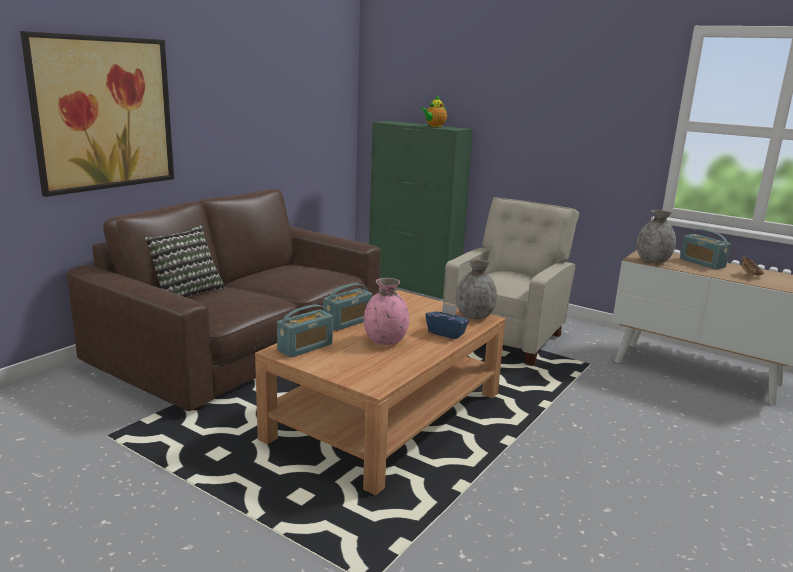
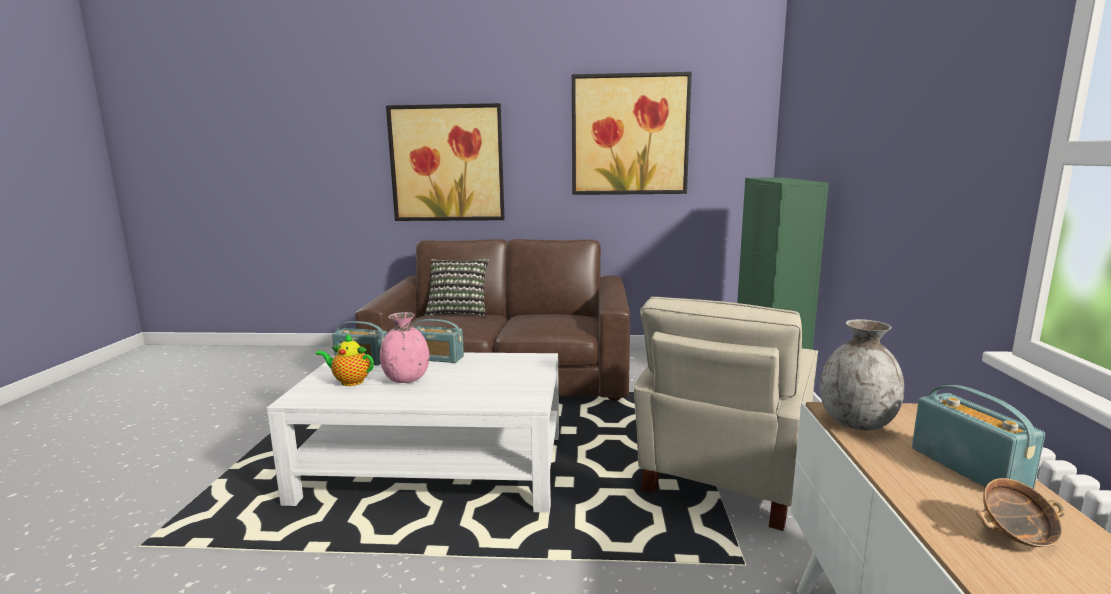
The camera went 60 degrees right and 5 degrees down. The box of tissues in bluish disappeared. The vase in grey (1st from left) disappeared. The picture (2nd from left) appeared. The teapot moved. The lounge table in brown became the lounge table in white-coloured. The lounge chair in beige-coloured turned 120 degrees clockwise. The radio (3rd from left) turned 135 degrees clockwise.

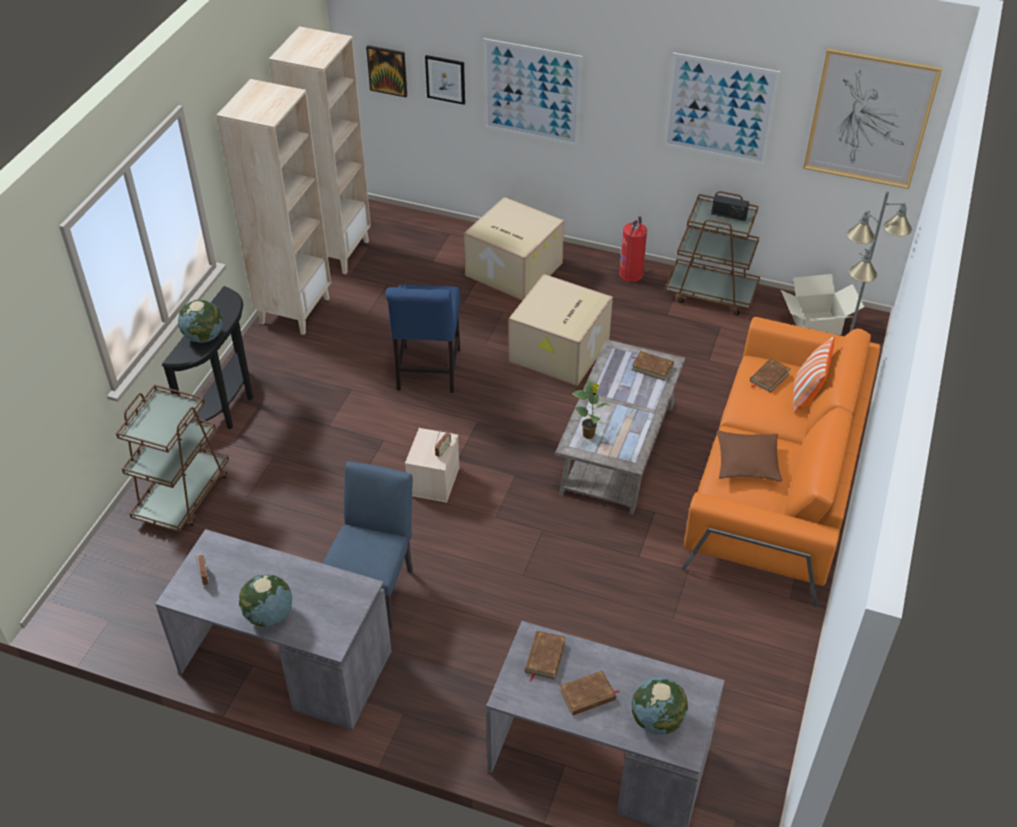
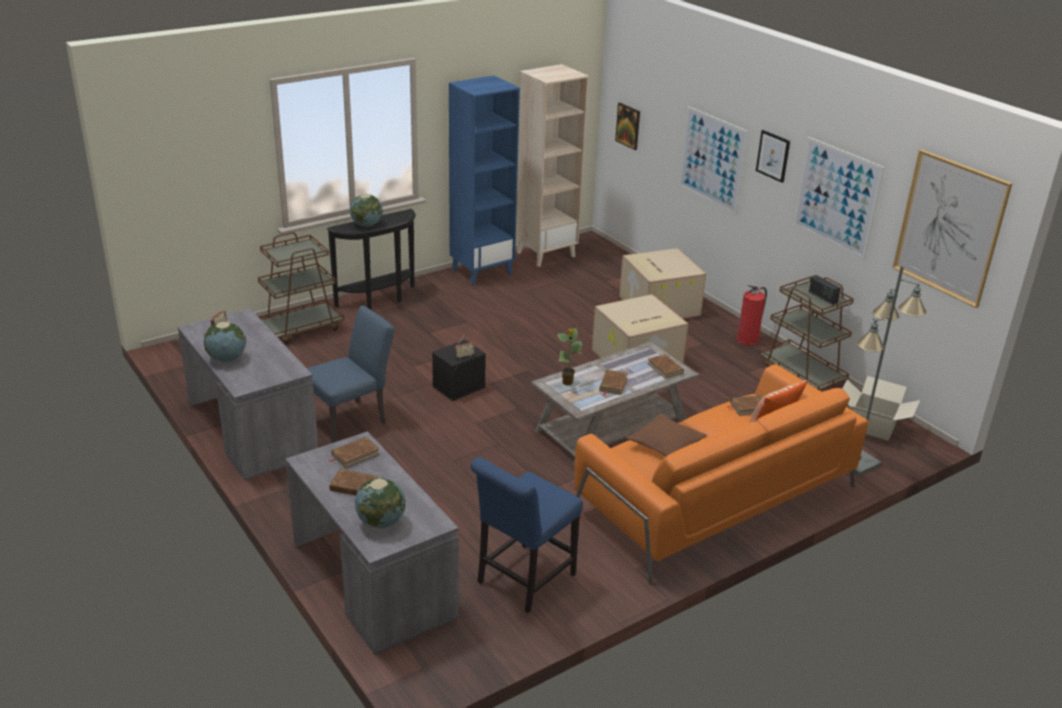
The camera went 35 degrees right and 15 degrees down. The book in brown (3rd from left) appeared. The chair in bluish (2nd from left) moved. The picture (2nd from left in the first image) moved. The bookshelf in beige-coloured (1st from left) became the bookshelf in bluish. The storage container in beige-coloured became the storage container in black-coloured.

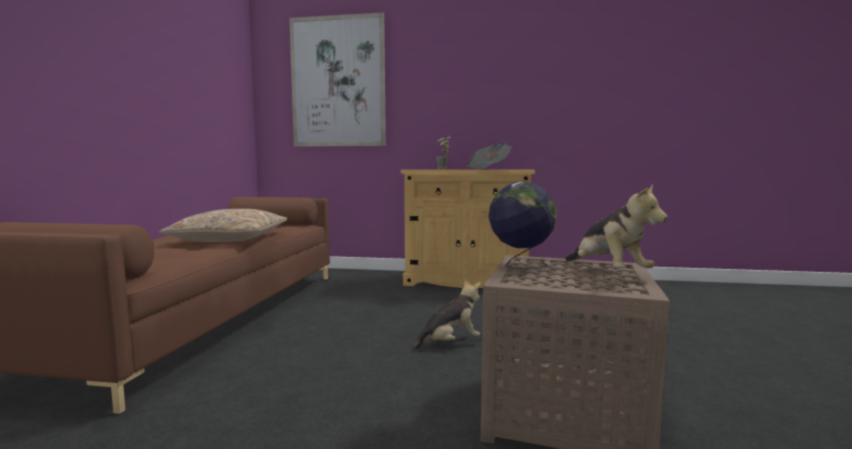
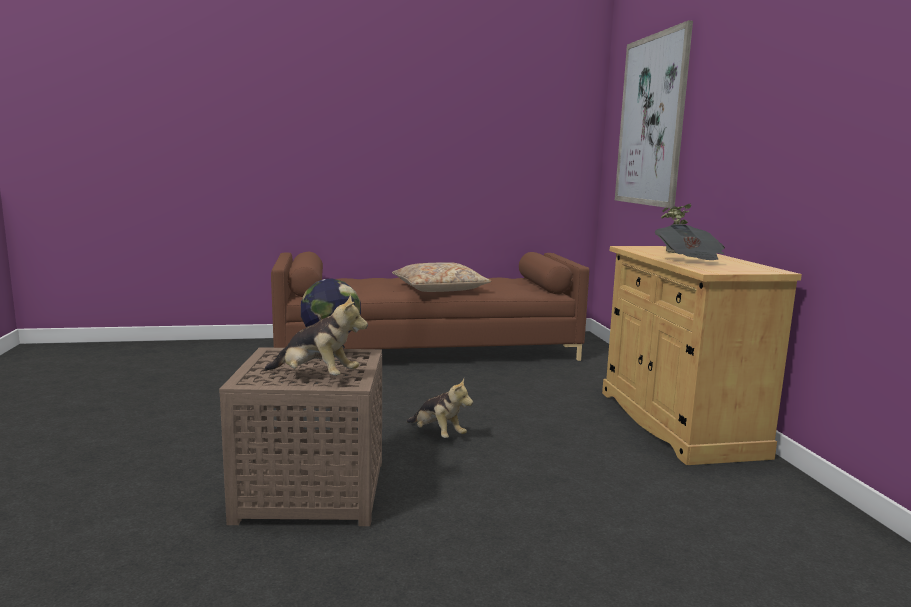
The camera went 70 degrees right and 5 degrees up. The soft toy (2nd from left in the first image) turned 120 degrees counterclockwise.

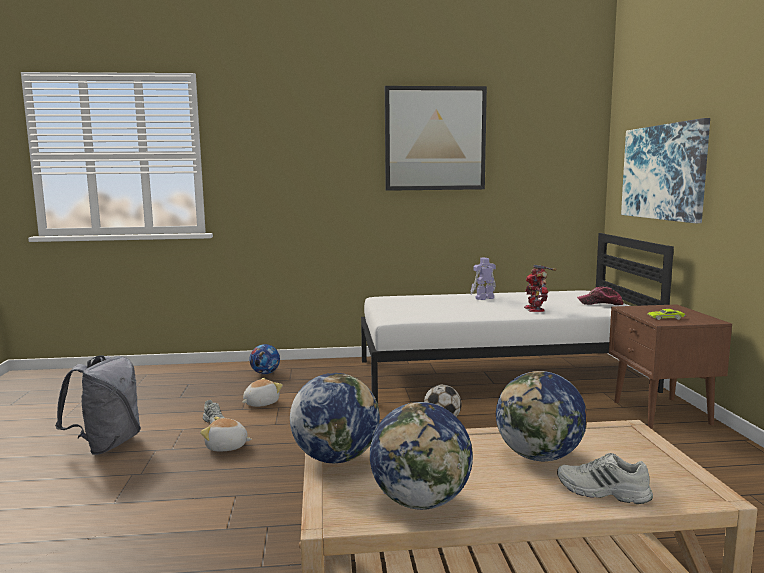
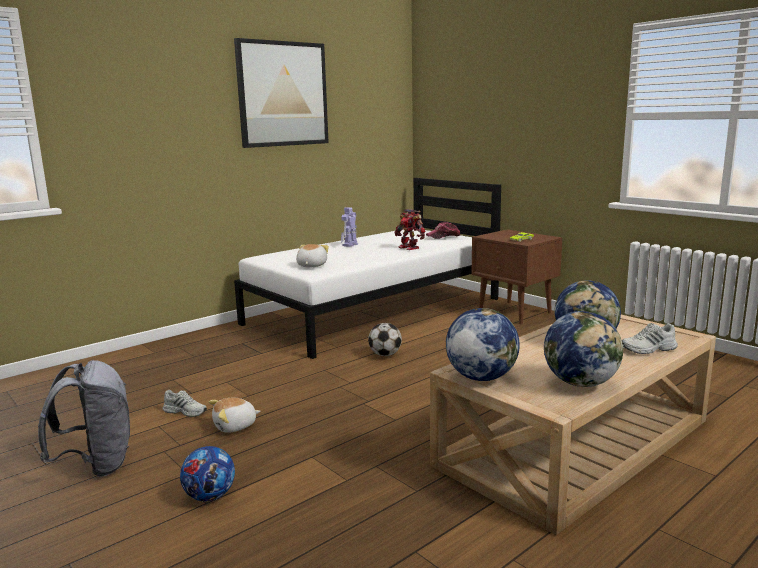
The camera went 35 degrees left and 5 degrees up. The picture (2nd from left) disappeared. The soft toy (2nd from left) moved. The football ball (1st from left) moved.

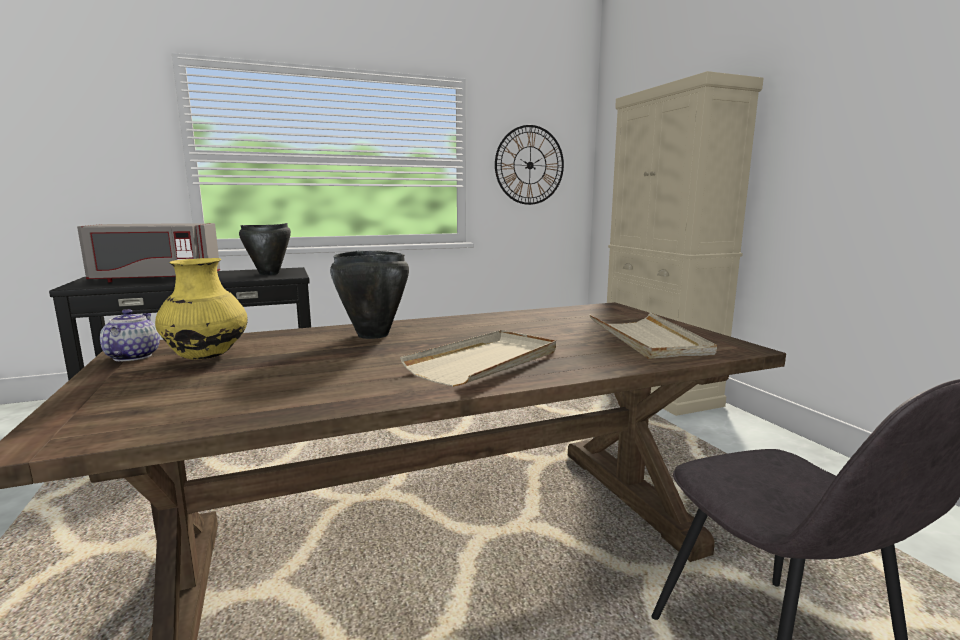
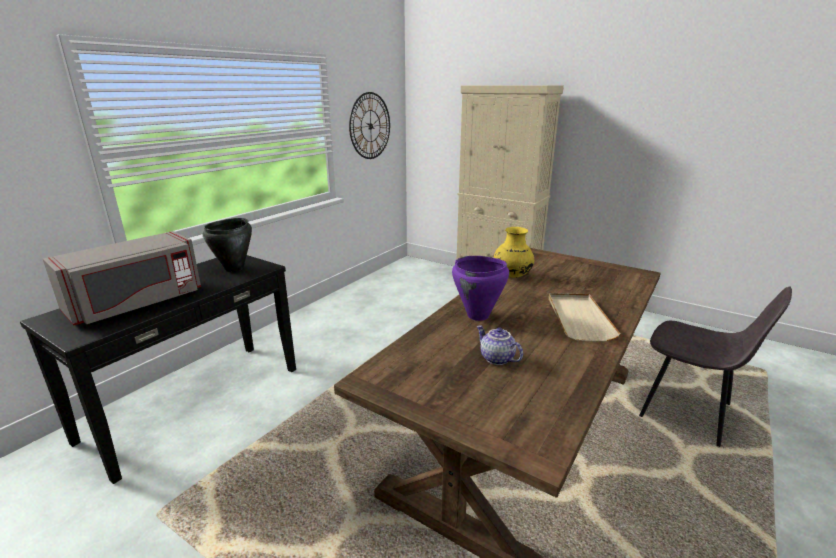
The camera went 35 degrees left and 10 degrees up. The carrying tray in beige-coloured (2nd from left) disappeared. The teapot moved. The vase in yellowish moved. The stockpot in black-coloured (2nd from left) became the stockpot in purplish.

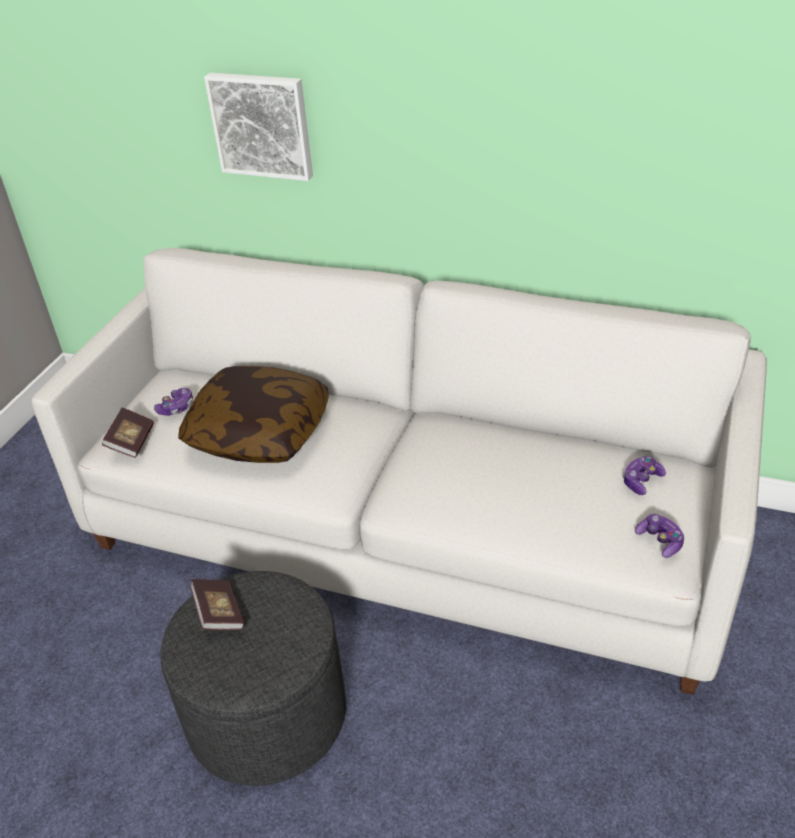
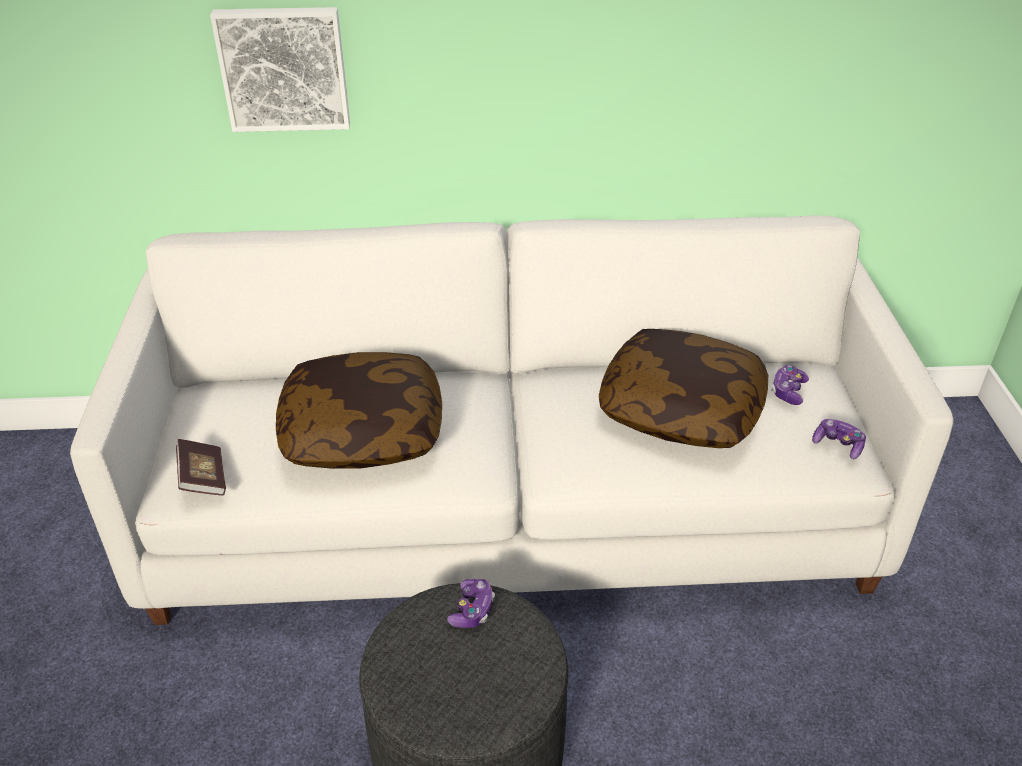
The camera went 25 degrees left and 0 degrees up. The book (2nd from left) disappeared. The pillow (2nd from left) appeared. The game controller (1st from left) moved.

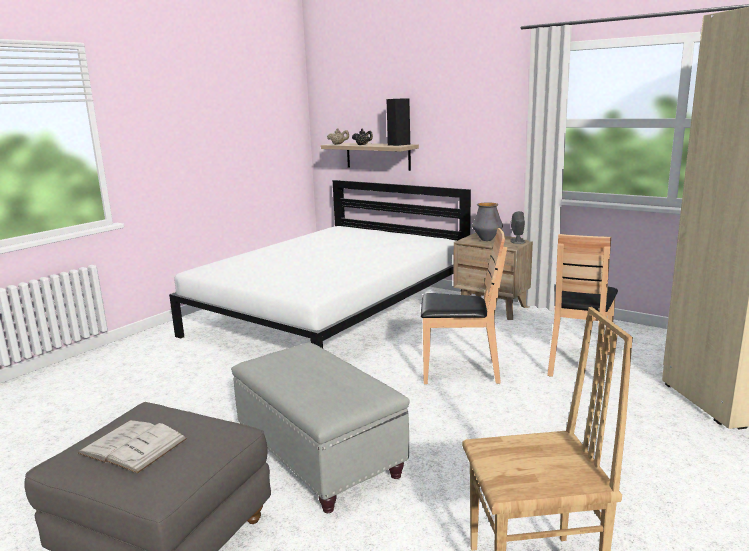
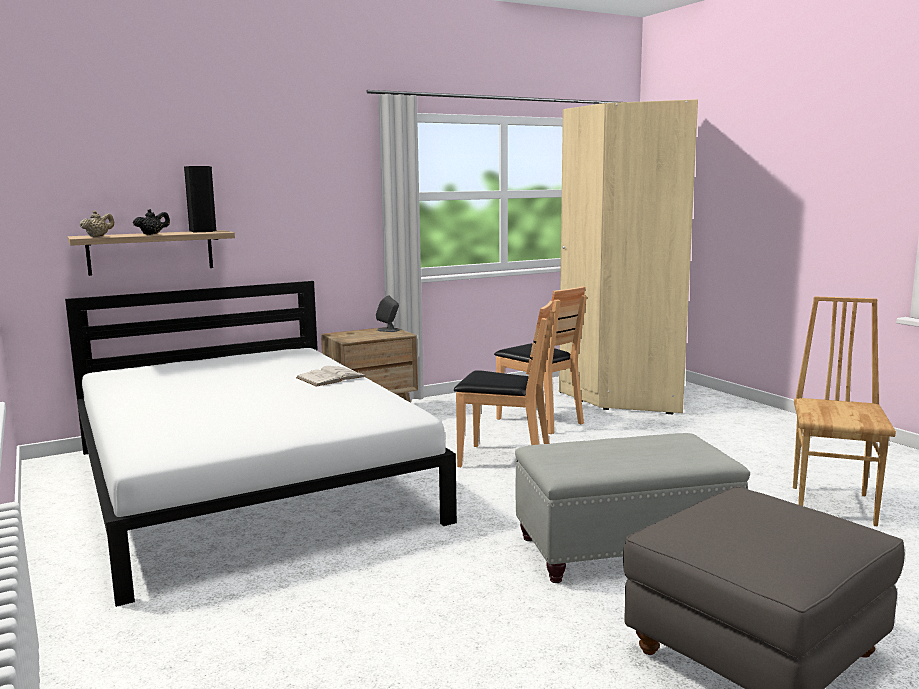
The camera went 65 degrees left and 5 degrees down. The vase disappeared. The book in white-coloured moved. The chair in brown (1st from left) turned 75 degrees clockwise.

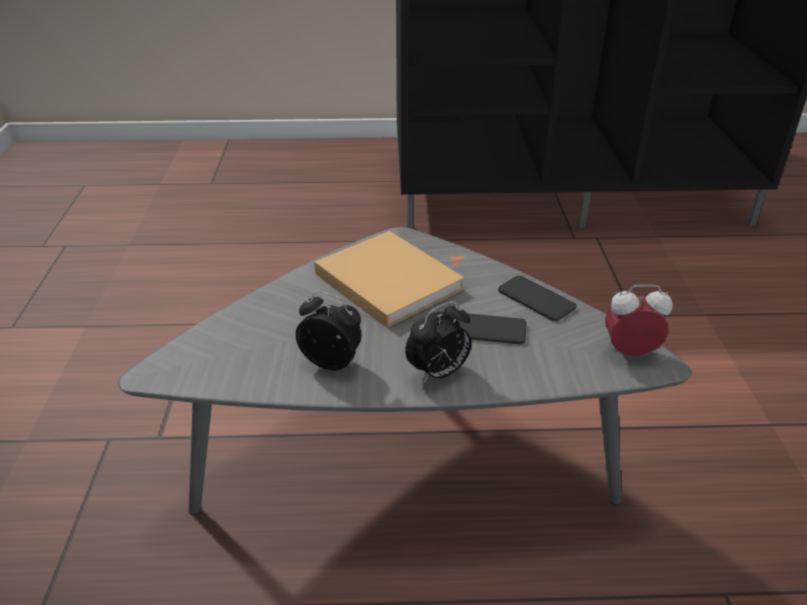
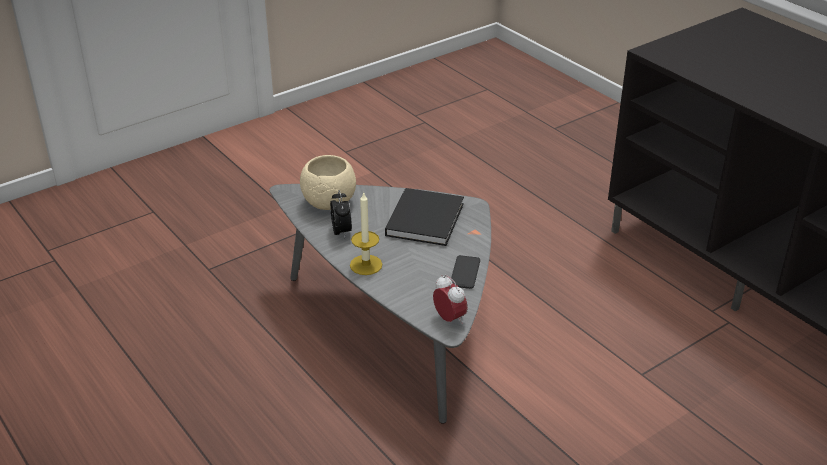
The camera went 55 degrees right and 0 degrees up. The telephone (1st from left) disappeared. The serving bowl in beige-coloured appeared. The alarm clock (2nd from left) was replaced by the wax candle. The book in beige-coloured became the book in black-coloured.

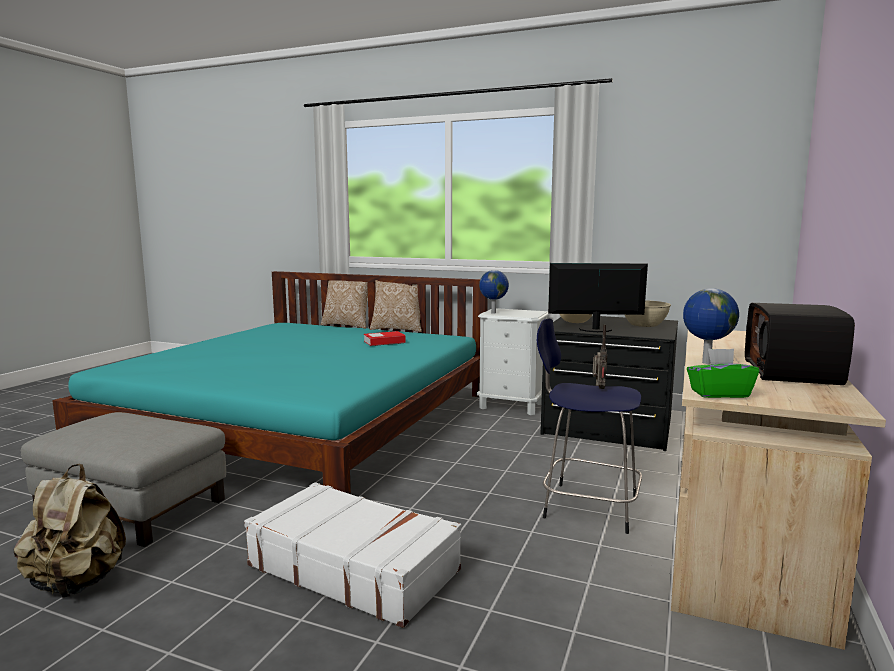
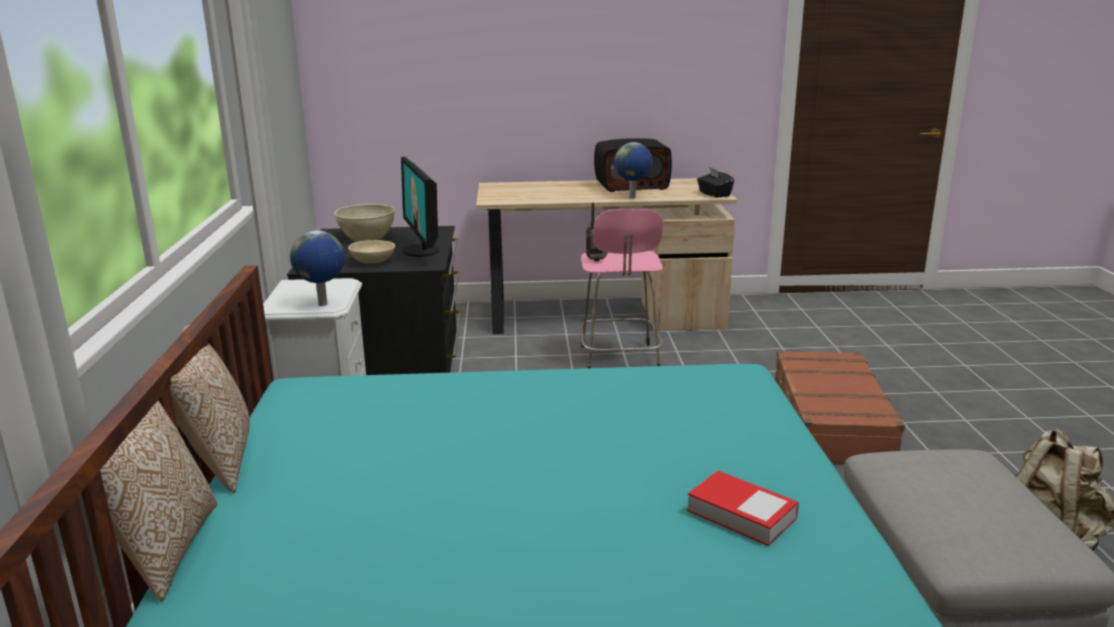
The camera went 115 degrees left and 10 degrees up. The book moved. The suitcase in white-coloured became the suitcase in brown. The stool seat in bluish became the stool seat in pinkish. The box of tissues in green-coloured became the box of tissues in black-coloured.

